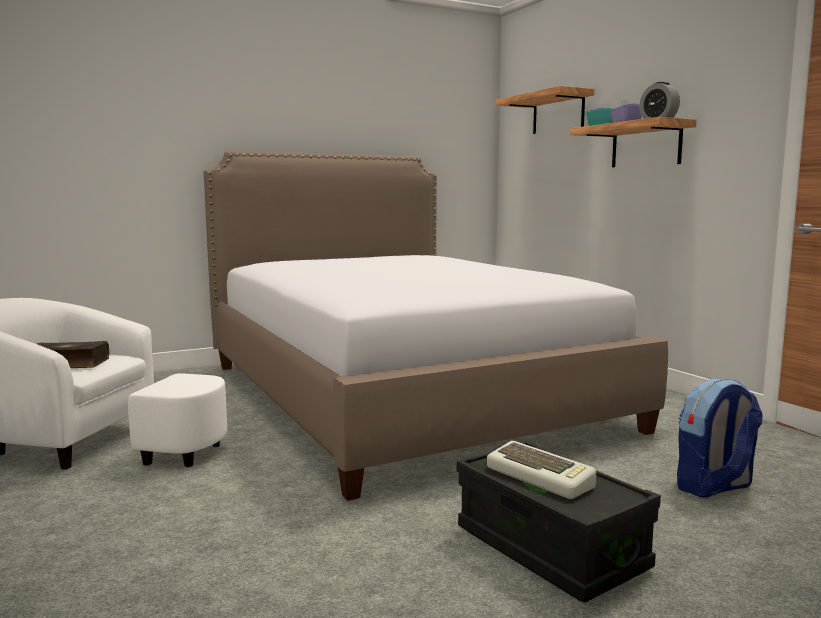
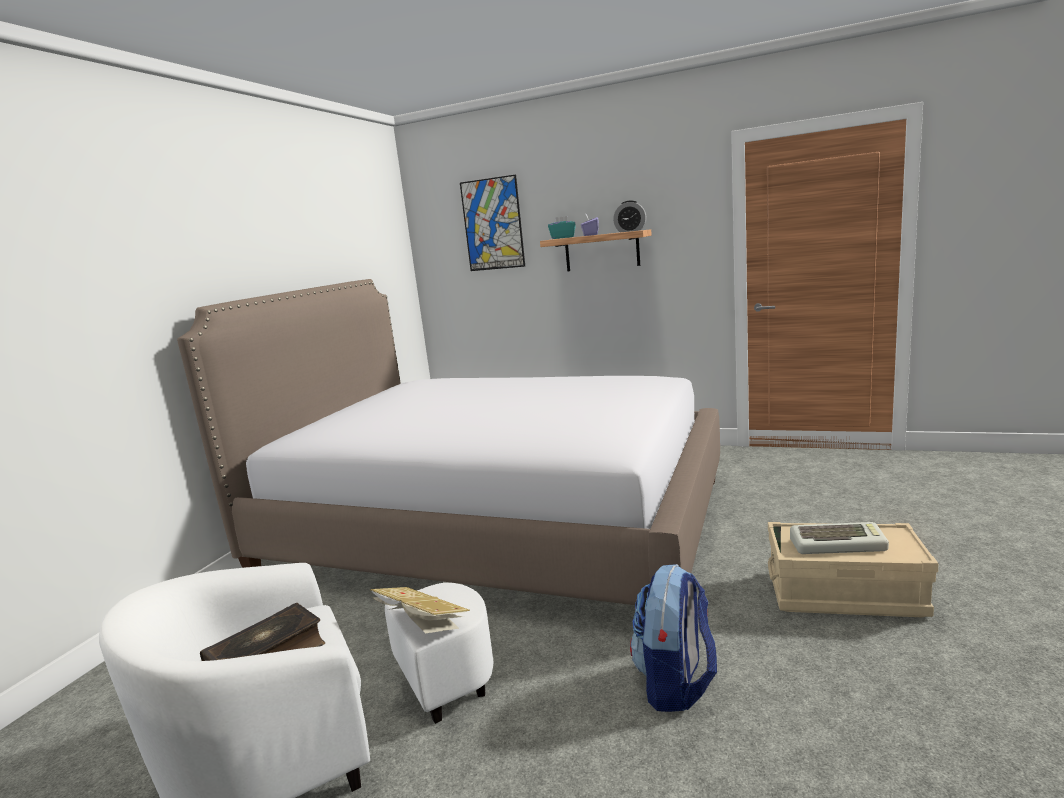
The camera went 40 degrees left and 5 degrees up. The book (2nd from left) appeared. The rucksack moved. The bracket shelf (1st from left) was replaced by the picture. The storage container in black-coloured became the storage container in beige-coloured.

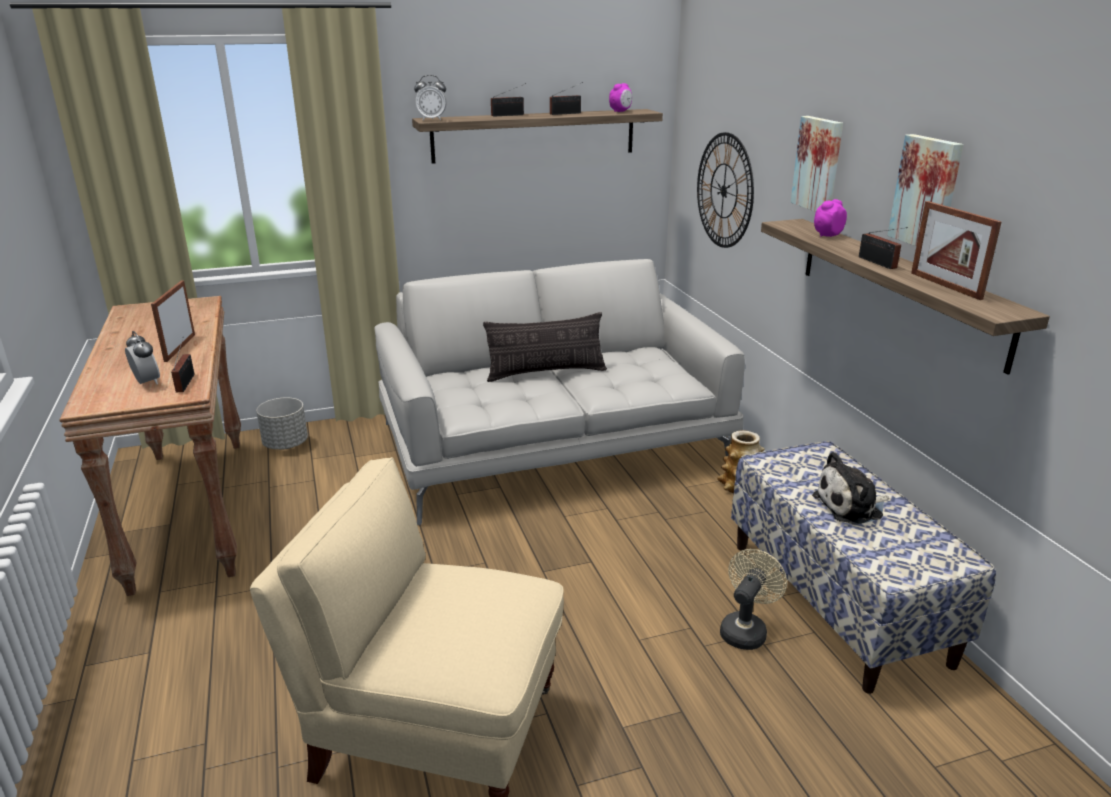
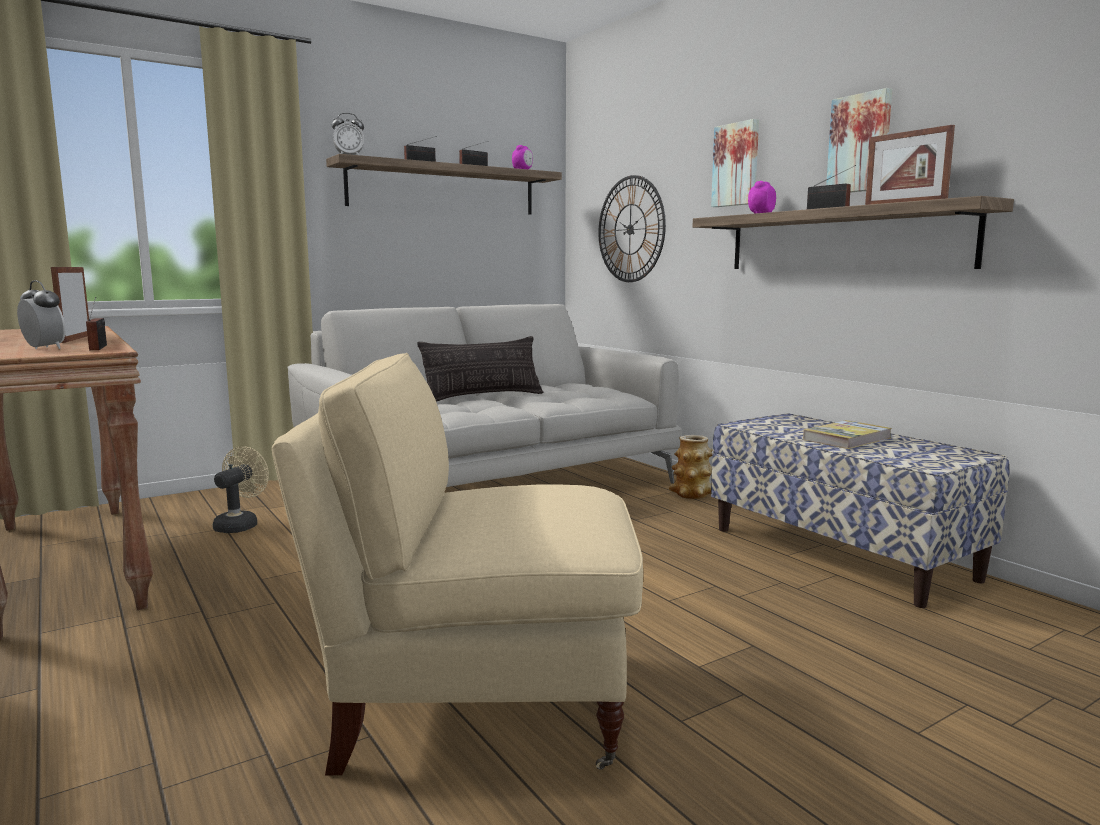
The camera went 15 degrees left and 15 degrees down. The flower pot in grey disappeared. The fan in beige-coloured moved. The soft toy was replaced by the book.

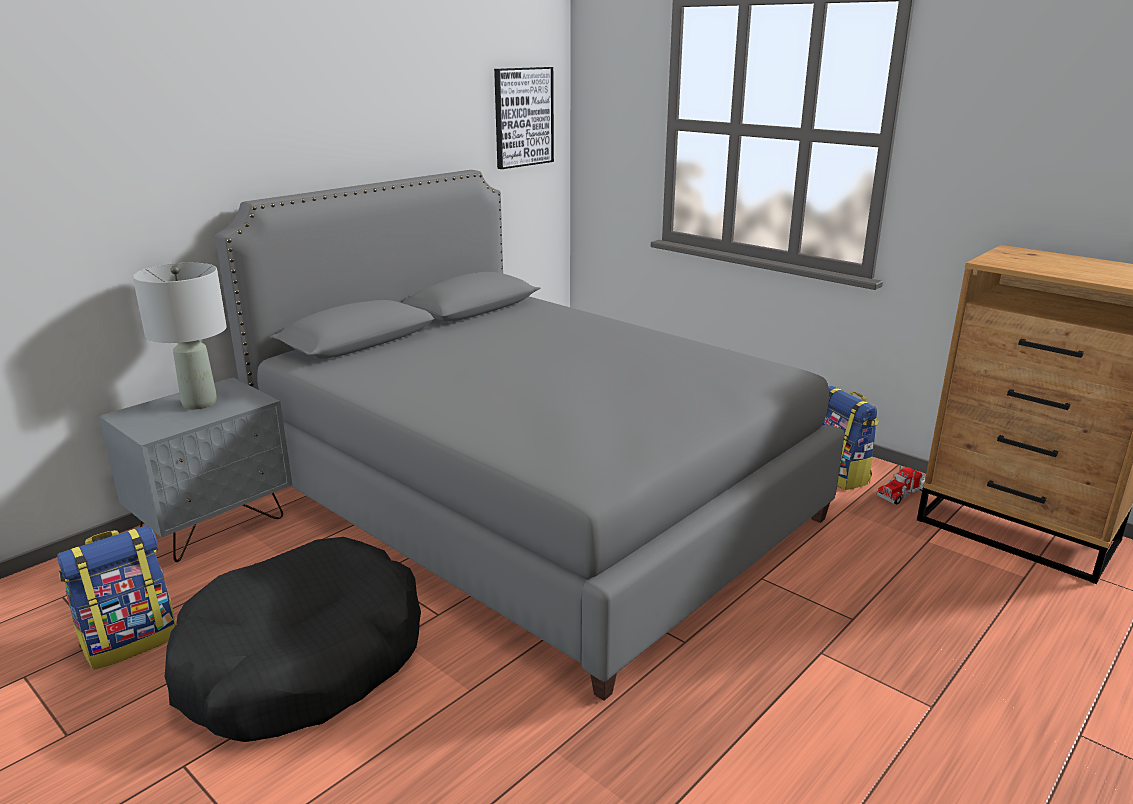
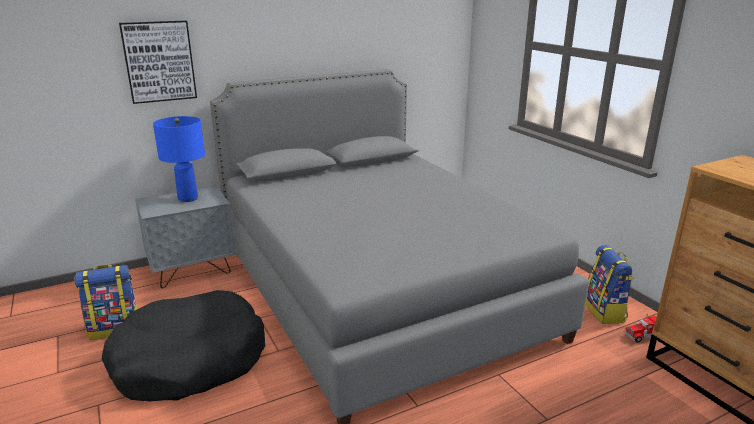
The camera went 20 degrees right and 0 degrees up. The picture moved. The table lamp in grey became the table lamp in bluish.

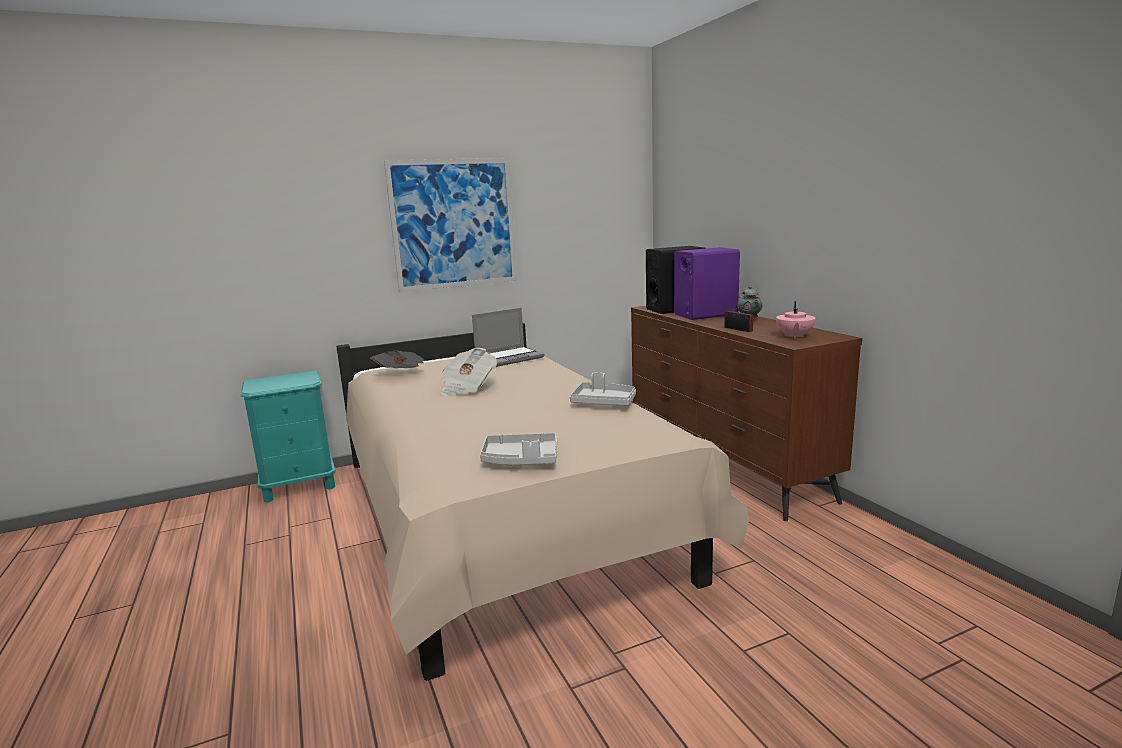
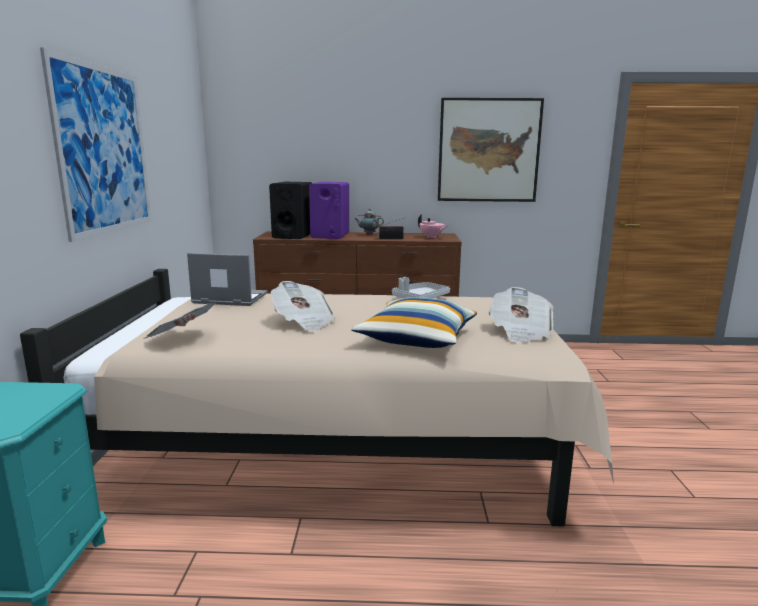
The camera went 65 degrees left and 0 degrees up. The pillow appeared. The picture (2nd from left) appeared. The carrying tray in grey (1st from left) was replaced by the printed paper (3rd from left). The portable computer turned 75 degrees counterclockwise.

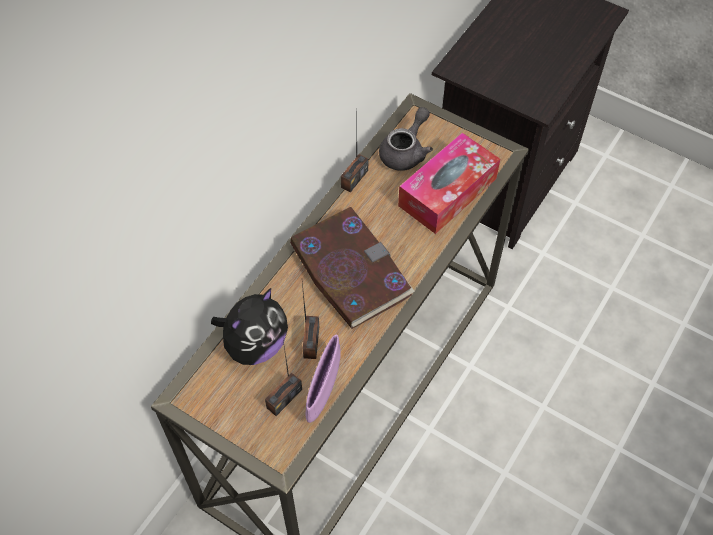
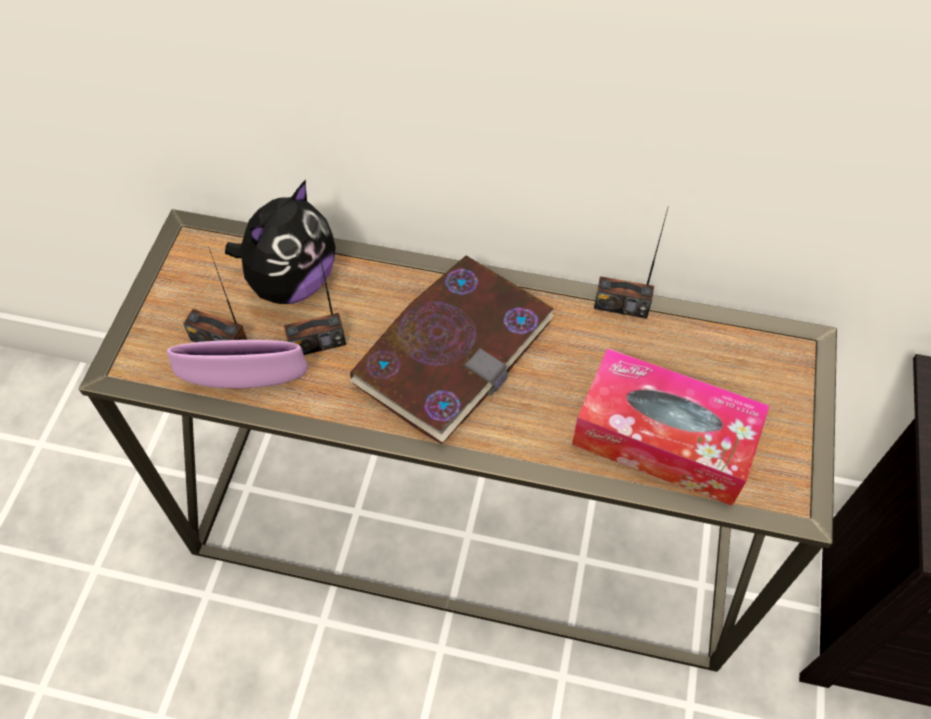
The camera went 70 degrees right and 0 degrees up. The teapot in grey disappeared. The soft toy turned 75 degrees counterclockwise.

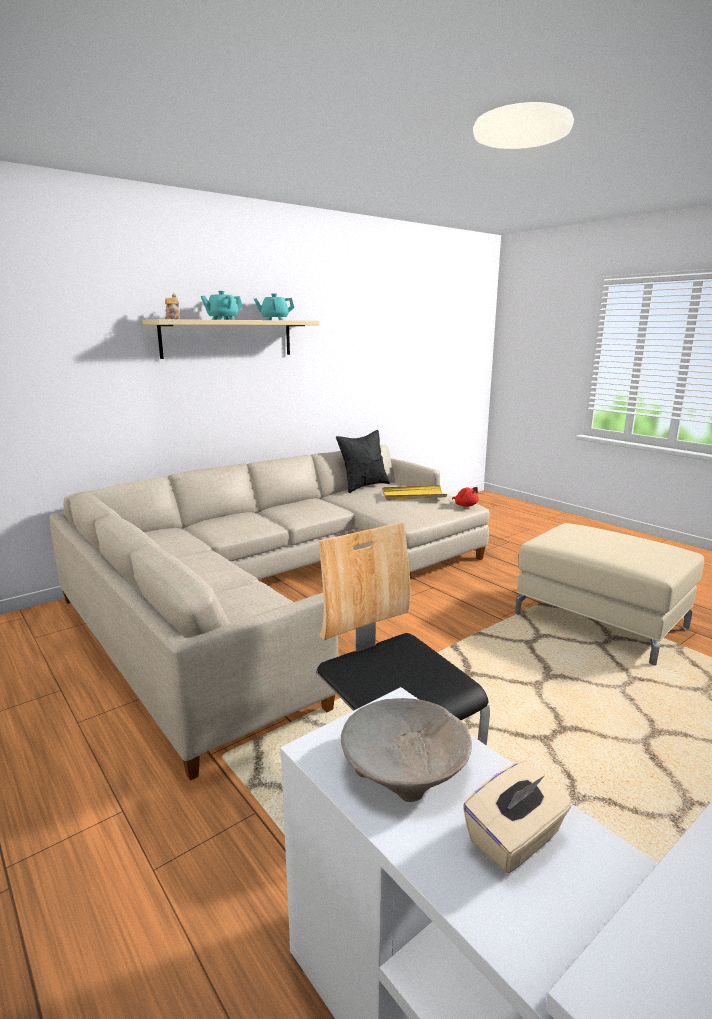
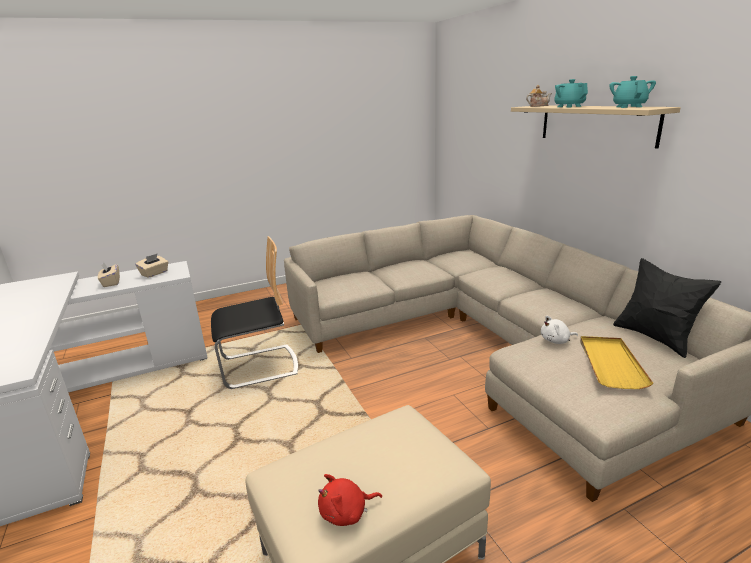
The camera went 105 degrees right and 5 degrees up. The soft toy in white-coloured appeared. The soft toy in red-coloured moved. The serving bowl in beige-coloured was replaced by the box of tissues in beige-coloured (2nd from left).

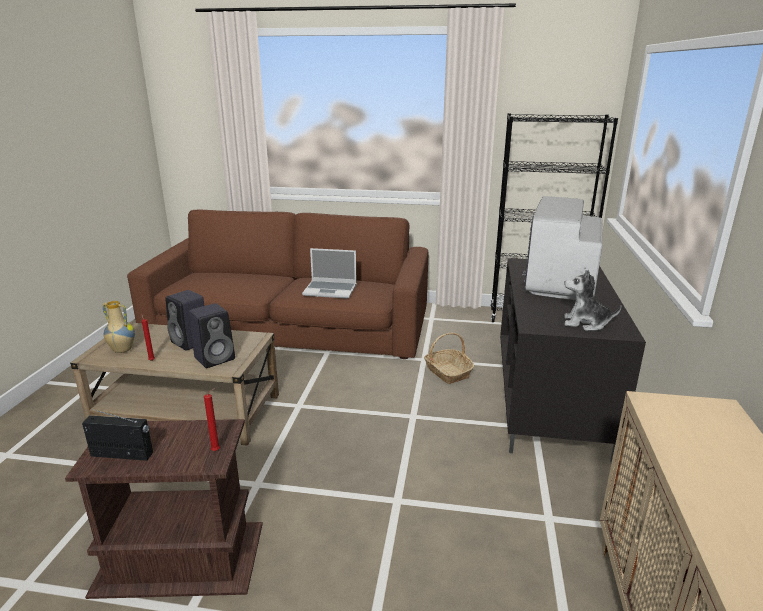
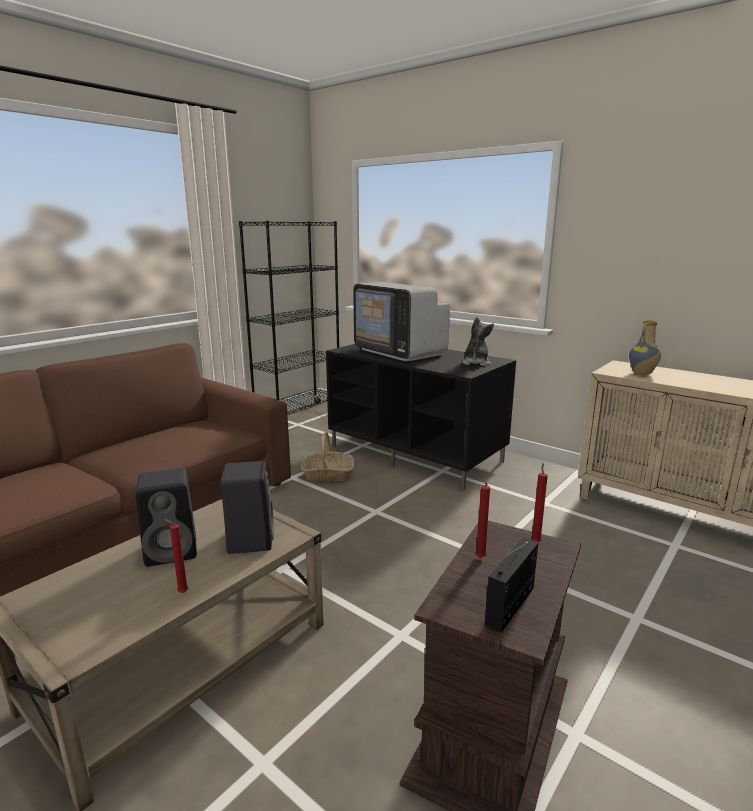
The camera went 60 degrees left and 5 degrees down. The portable computer disappeared. The wax candle in red-coloured (2nd from left) appeared. The vase moved. The soft toy turned 150 degrees clockwise.

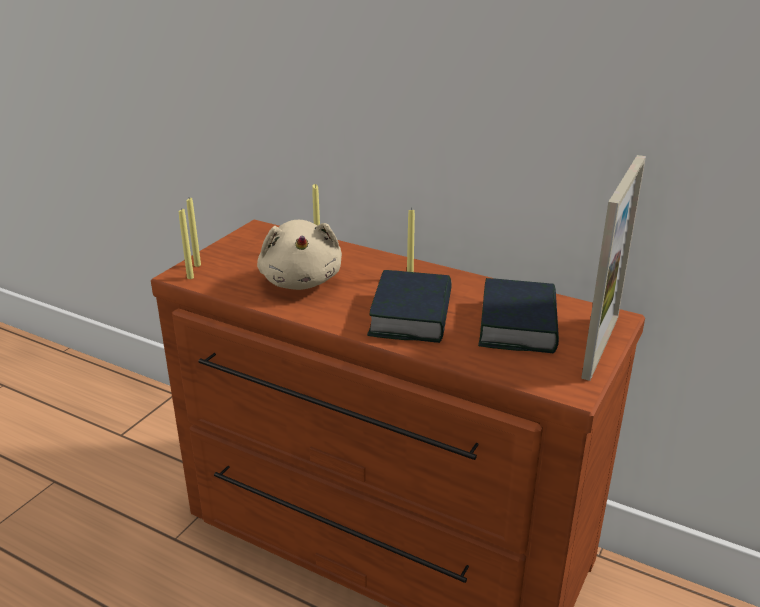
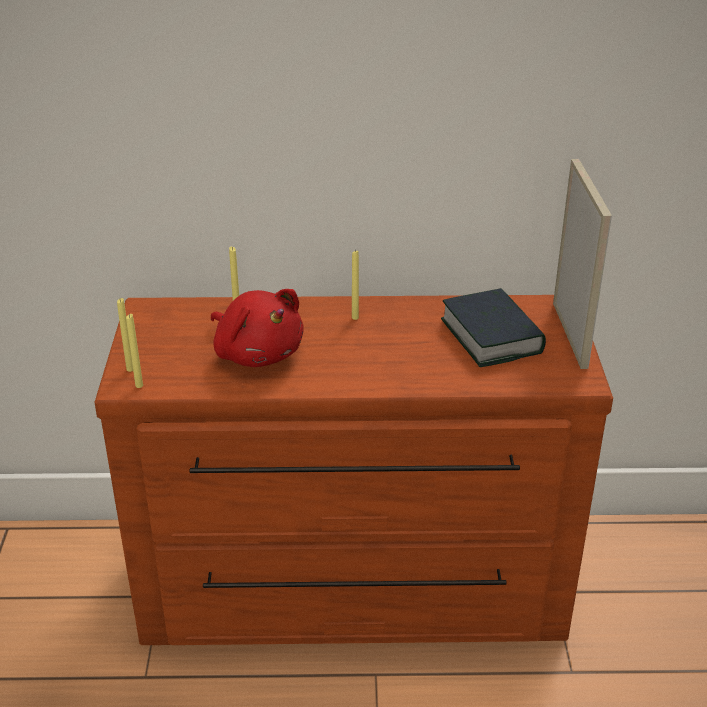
The camera went 30 degrees left and 5 degrees up. The book (1st from left) disappeared. The soft toy in beige-coloured became the soft toy in red-coloured.

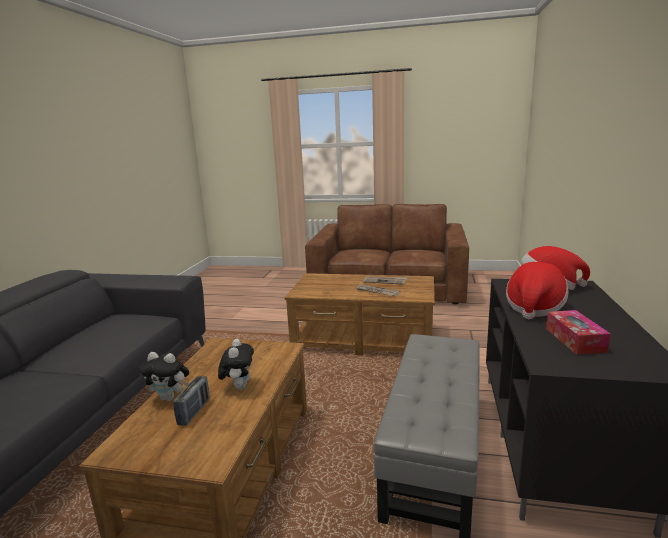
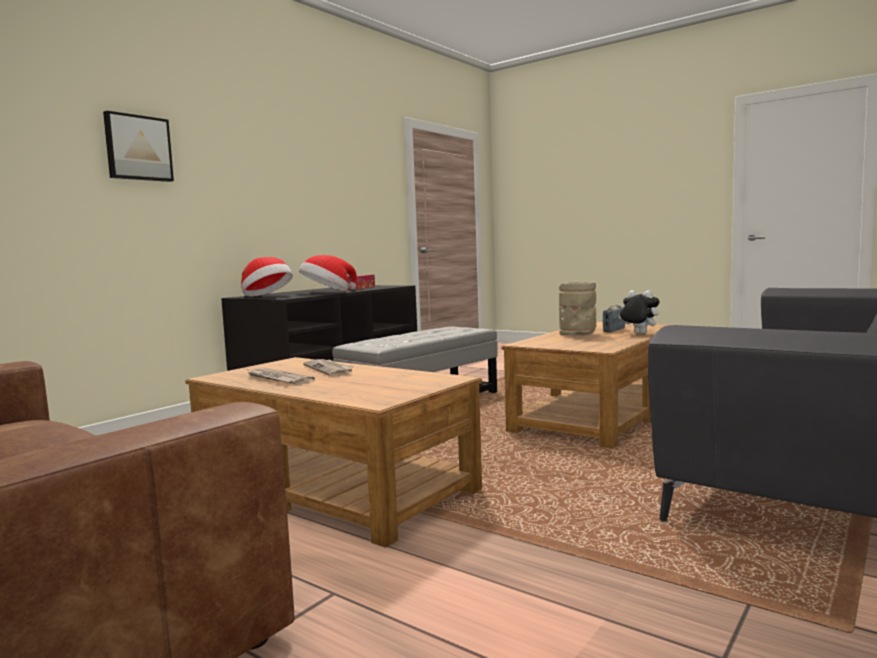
The camera went 155 degrees left and 10 degrees down. The picture appeared. The soft toy (2nd from left) was replaced by the vase in beige-coloured.

